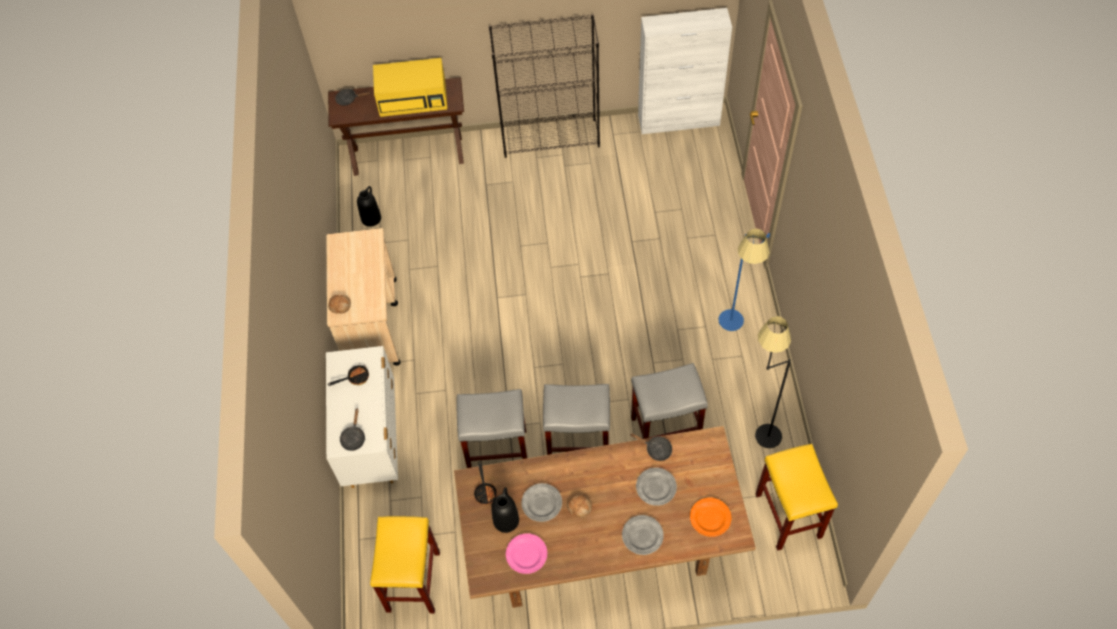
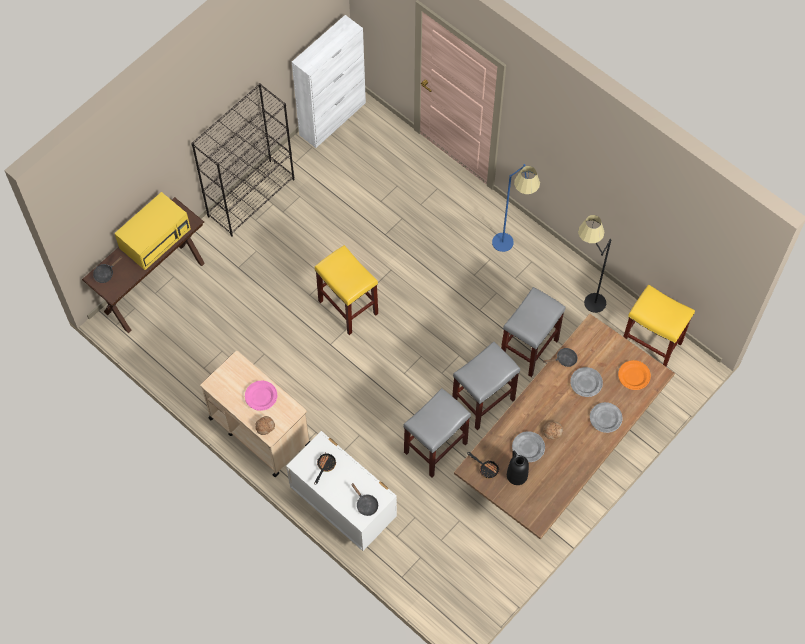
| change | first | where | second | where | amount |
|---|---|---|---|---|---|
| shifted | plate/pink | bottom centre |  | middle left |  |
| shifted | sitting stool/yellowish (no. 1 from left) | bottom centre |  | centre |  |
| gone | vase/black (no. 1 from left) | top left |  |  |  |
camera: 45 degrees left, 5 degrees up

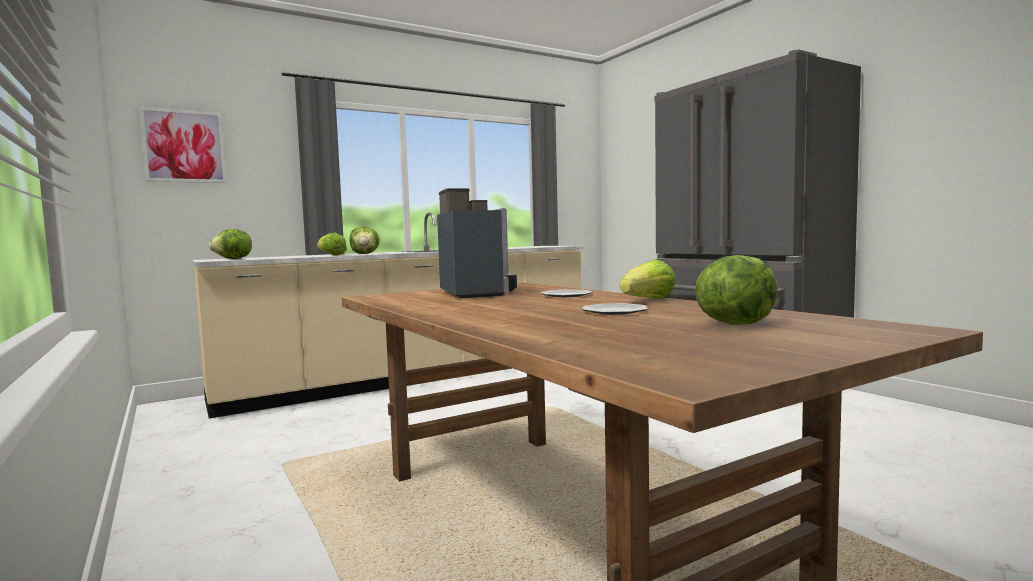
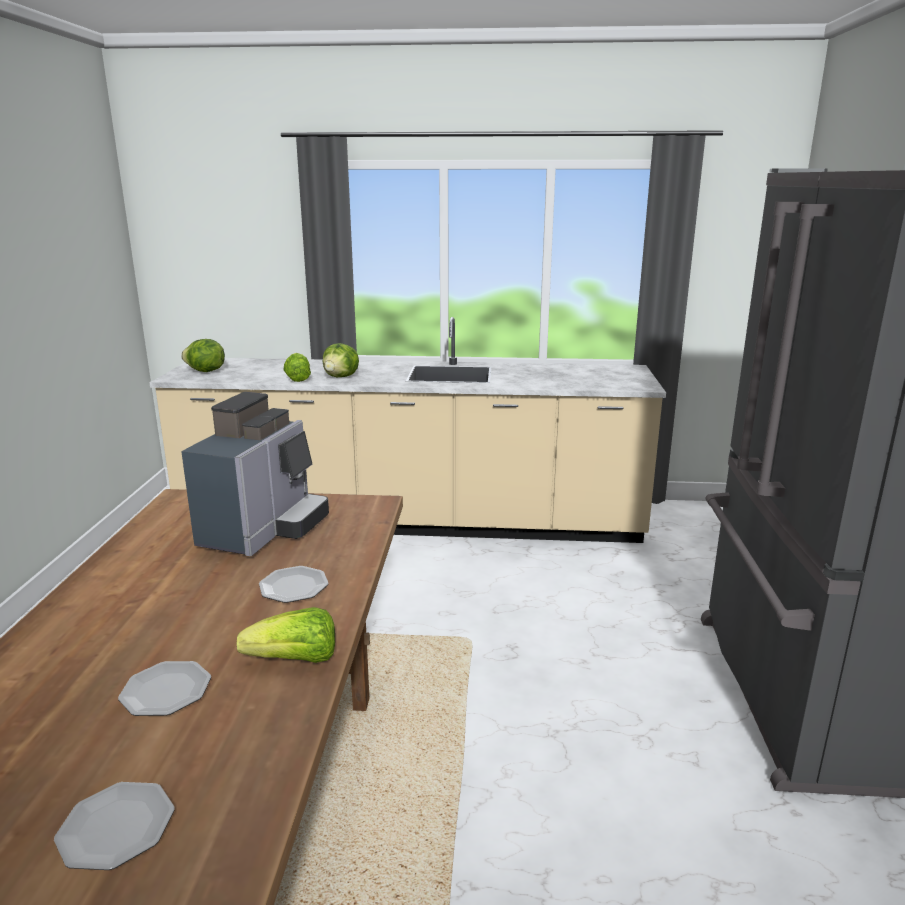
| change | first | where | second | where | amount |
|---|---|---|---|---|---|
| swapped | head of lettuce (no. 5 from left) | middle right | plate (no. 1 from left) | bottom left |  |
| gone | wall art | top left |  |  |  |
camera: 35 degrees right, 15 degrees up

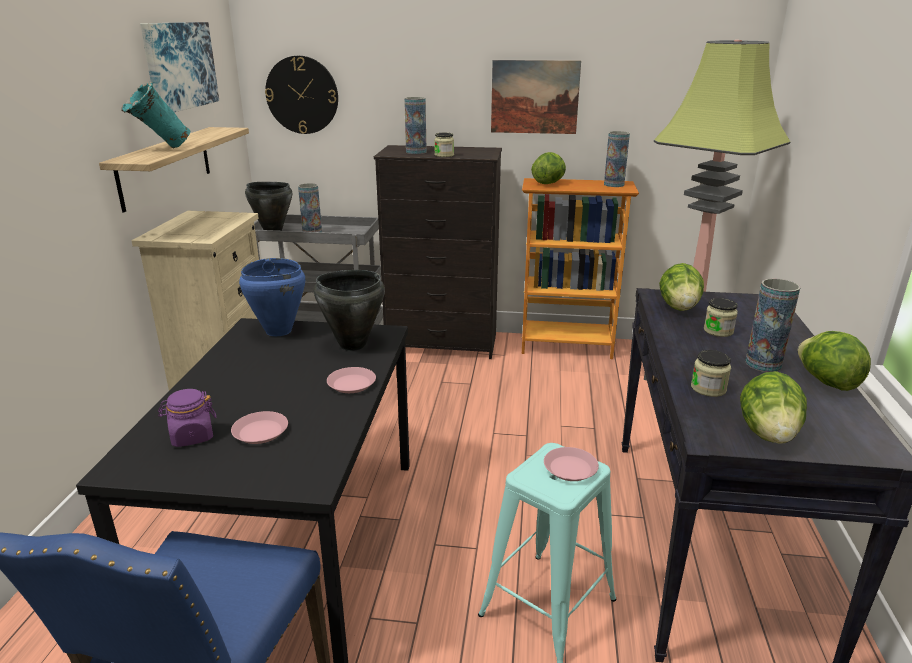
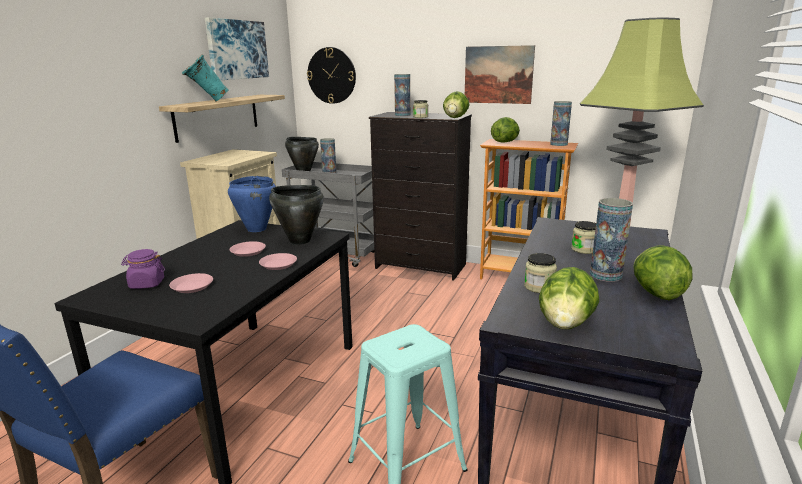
| change | first | where | second | where | amount |
|---|---|---|---|---|---|
| shifted | plate/pink (no. 3 from left in the first image) | bottom centre | plate/pink (no. 2 from left) | middle left |  |
| shifted | head of lettuce (no. 2 from left in the first image) | middle right | head of lettuce (no. 1 from left) | top centre |  |
camera: 15 degrees right, 5 degrees down

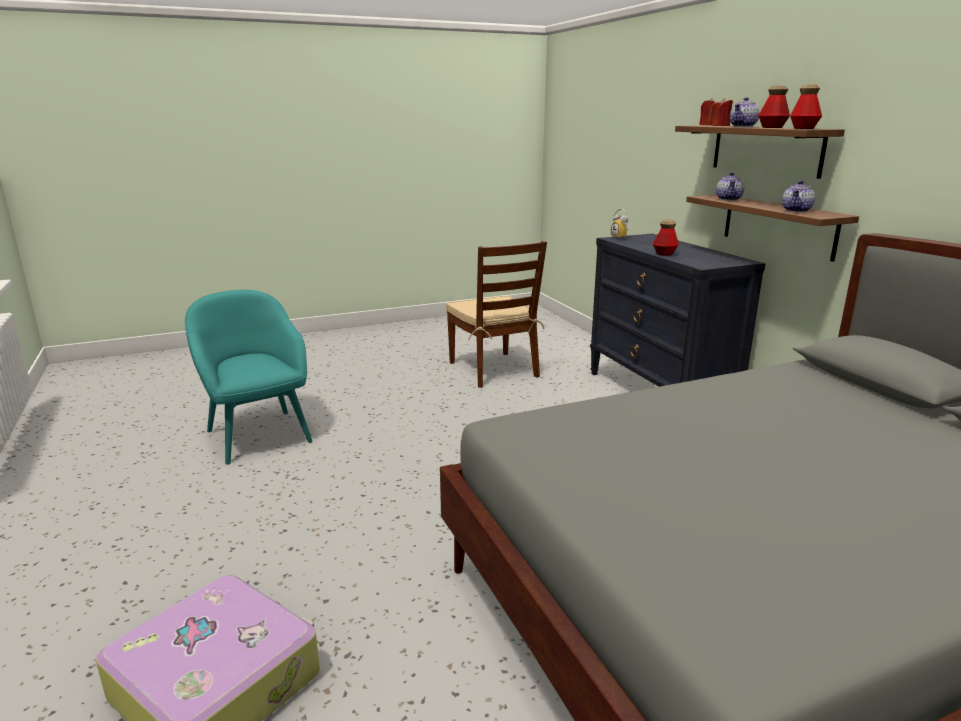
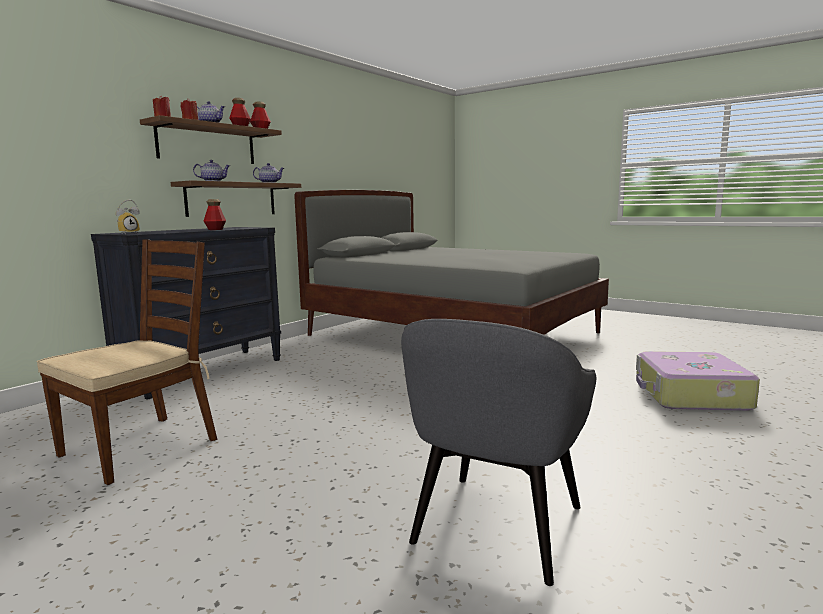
| change | first | where | second | where | amount |
|---|---|---|---|---|---|
| repainted | easy chair/turquoise | middle left | easy chair/grey | bottom centre |  |
camera: 120 degrees left, 10 degrees down

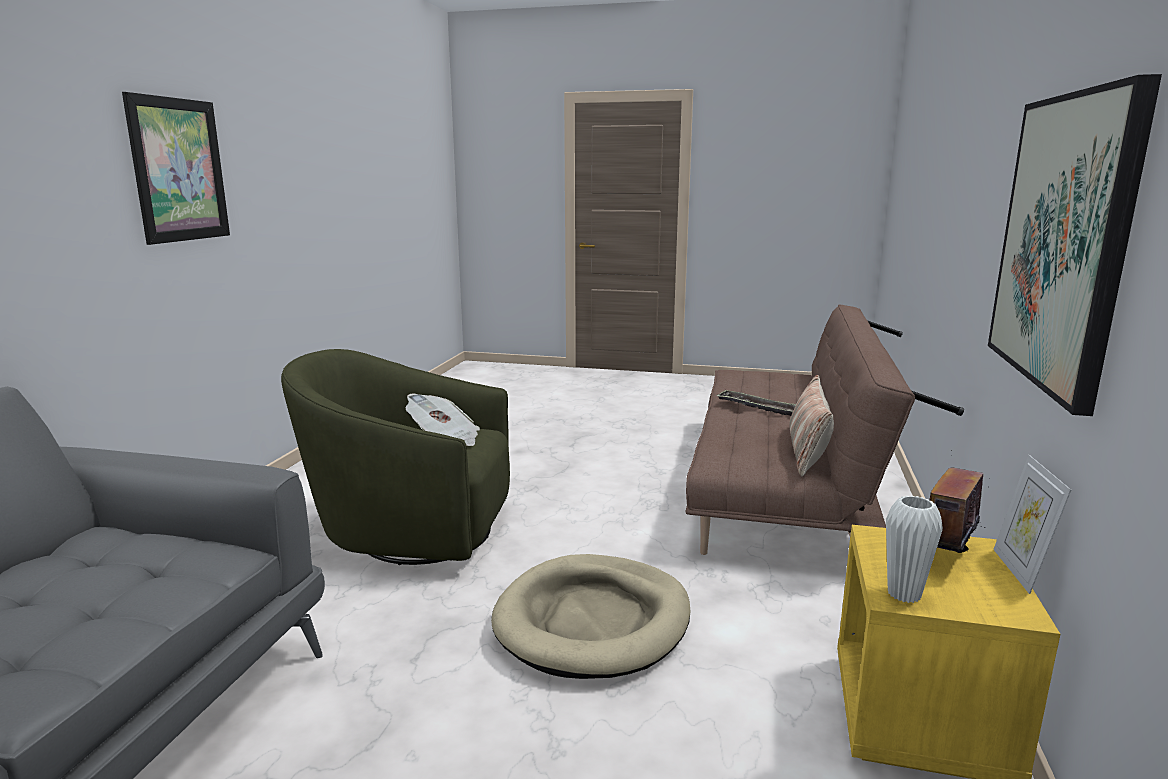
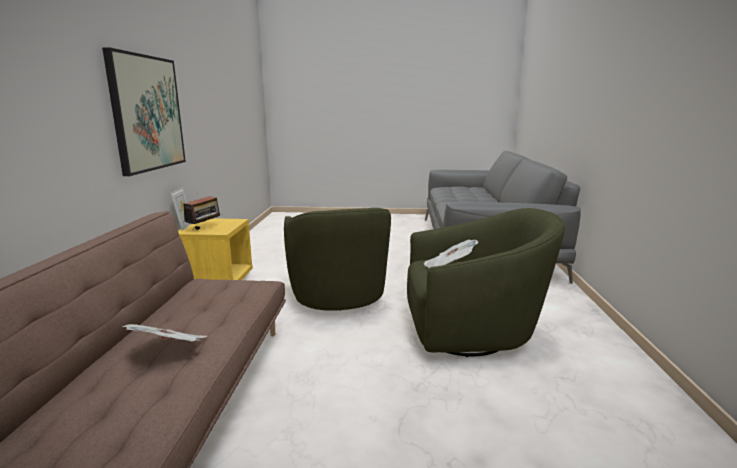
| change | first | where | second | where | amount |
|---|---|---|---|---|---|
| swapped | carrying tray | centre | newspaper (no. 1 from left) | bottom left |  |
| swapped | pet bed/sand-coloured | bottom centre | easy chair/greenish (no. 1 from left) | centre |  |
| gone | wall art (no. 1 from left) | top left |  |  |  |
| gone | cushion | middle right |  |  |  |
| gone | vase/whitish | bottom right |  |  |  |
camera: 170 degrees right, 0 degrees up

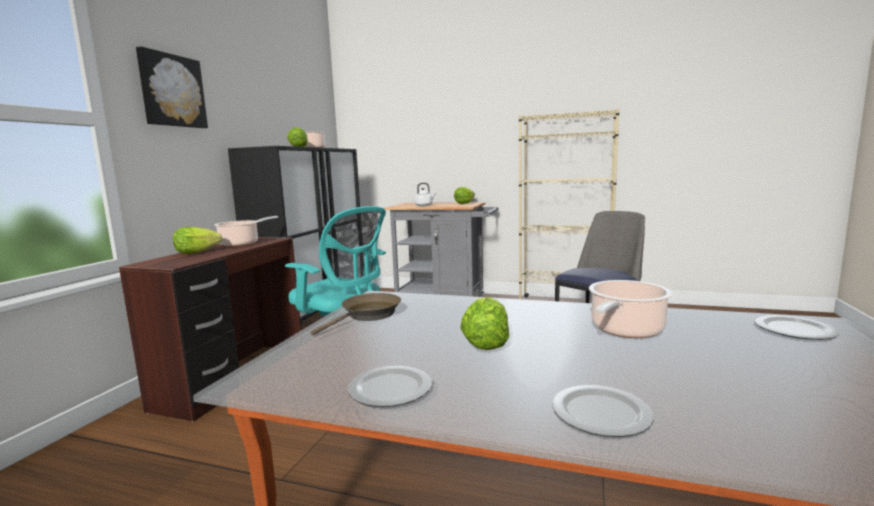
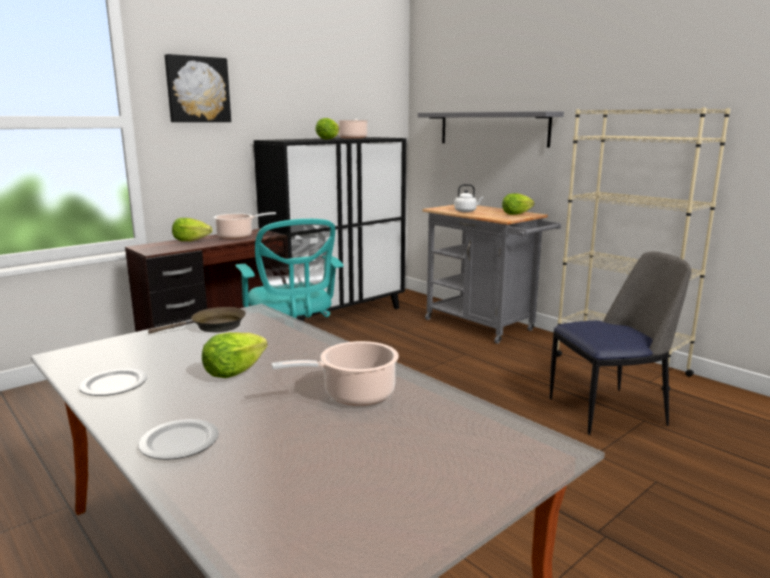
| change | first | where | second | where | amount |
|---|---|---|---|---|---|
| new |  |  | bracket shelf/grey | top centre |  |
| gone | plate (no. 3 from left) | middle right |  |  |  |
camera: 30 degrees right, 5 degrees up

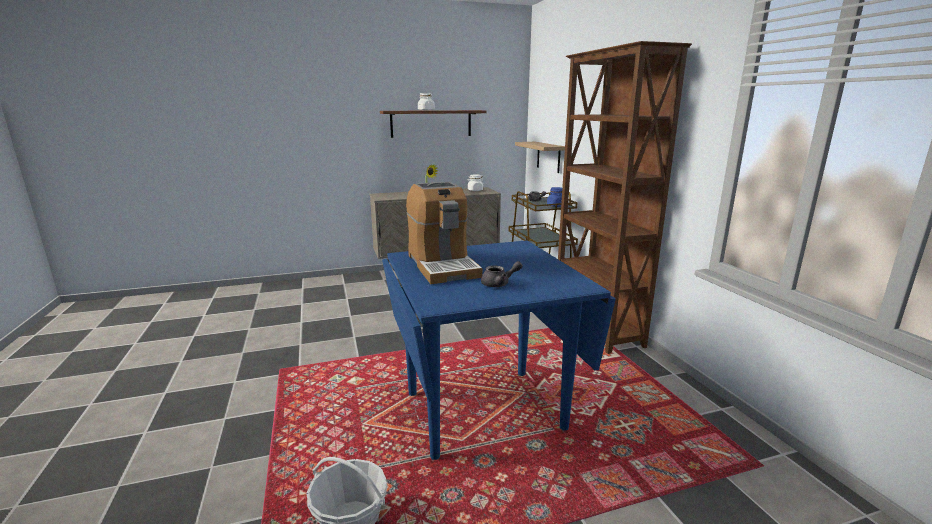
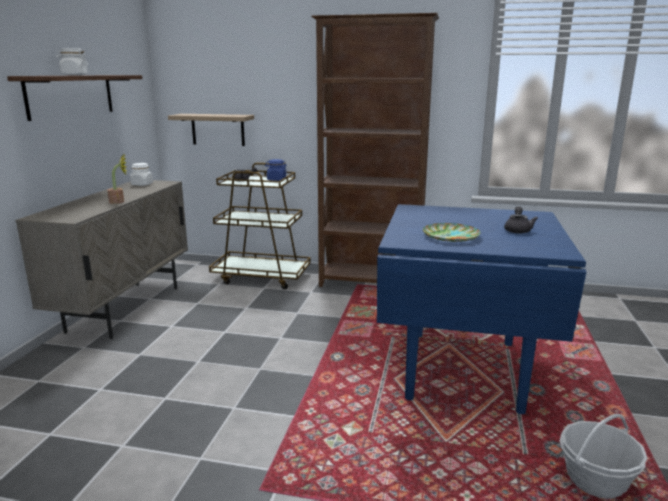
| change | first | where | second | where | amount |
|---|---|---|---|---|---|
| swapped | coffee maker | centre | plate | middle right |  |
camera: 60 degrees left, 0 degrees up

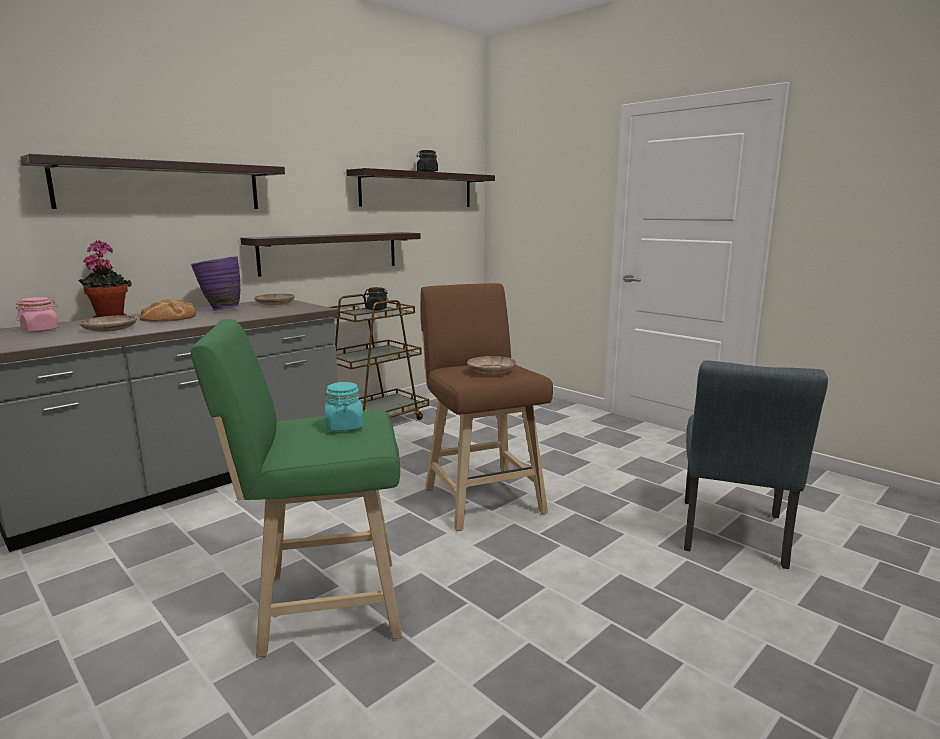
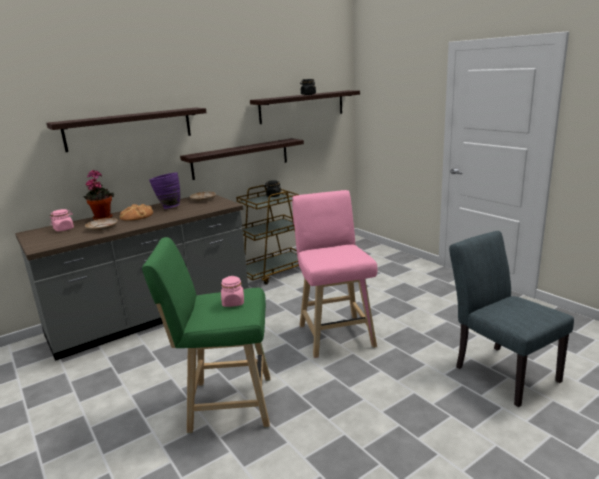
| change | first | where | second | where | amount |
|---|---|---|---|---|---|
| repainted | preserve jar/turquoise | centre | preserve jar/pink (no. 2 from left) | centre |  |
| repainted | sitting stool/brown | centre | sitting stool/pink | centre |  |
| rotated | upright chair/grey | middle right |  | middle right | 120 degrees clockwise |
| gone | plate/sand-coloured (no. 3 from left) | centre |  |  |  |
camera: 10 degrees right, 5 degrees up

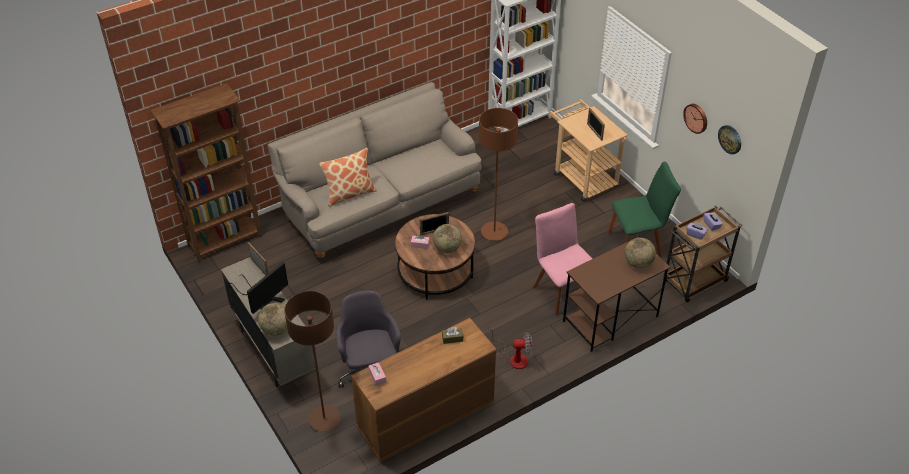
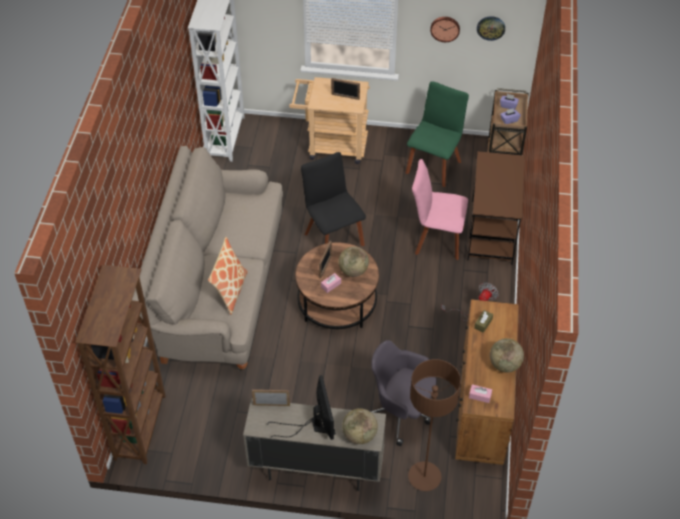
| change | first | where | second | where | amount |
|---|---|---|---|---|---|
| swapped | standing lamp/brown (no. 2 from left) | centre | upright chair/black | centre |  |
| shifted | globe (no. 3 from left) | middle right |  | bottom right |  |
camera: 50 degrees left, 5 degrees up

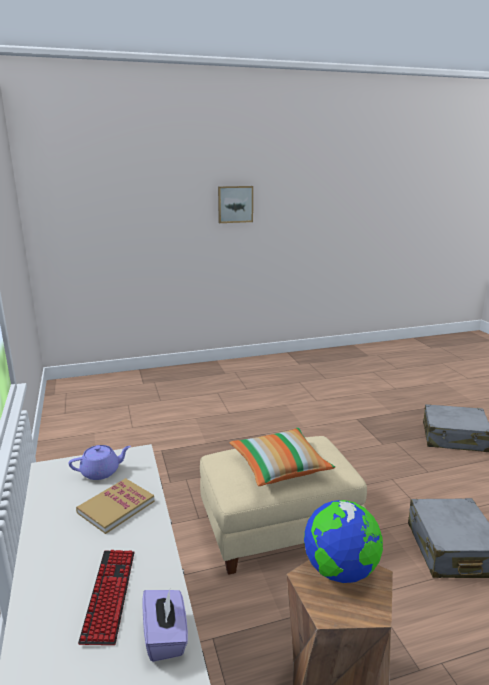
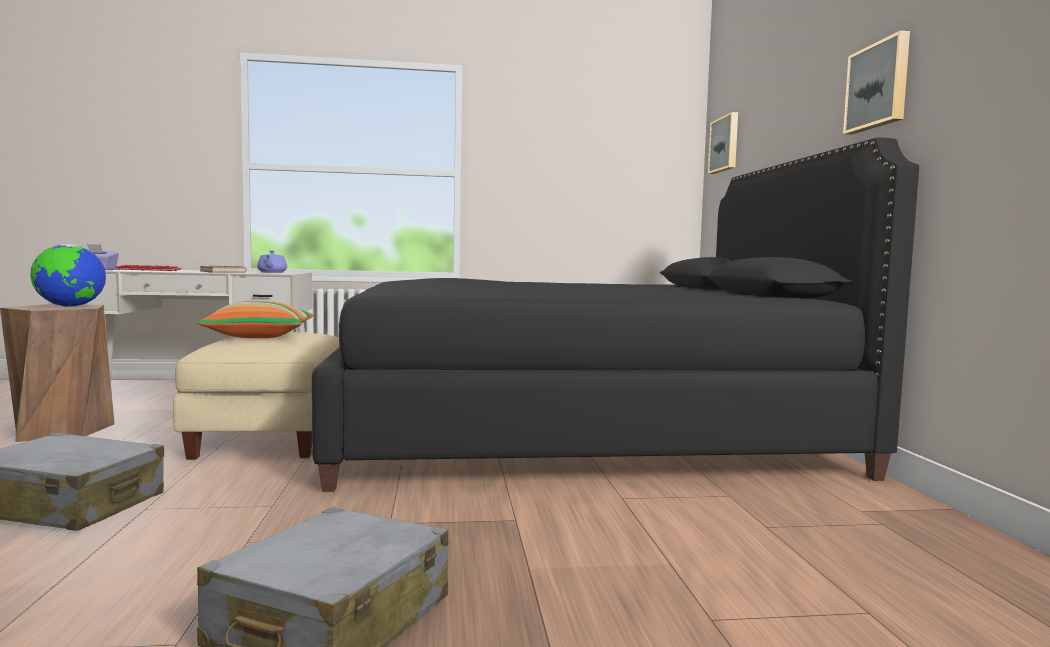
| change | first | where | second | where | amount |
|---|---|---|---|---|---|
| new |  |  | bedroom bed/black | centre |  |
| new |  |  | wall art (no. 1 from left) | top right |  |
camera: 100 degrees right, 15 degrees down

